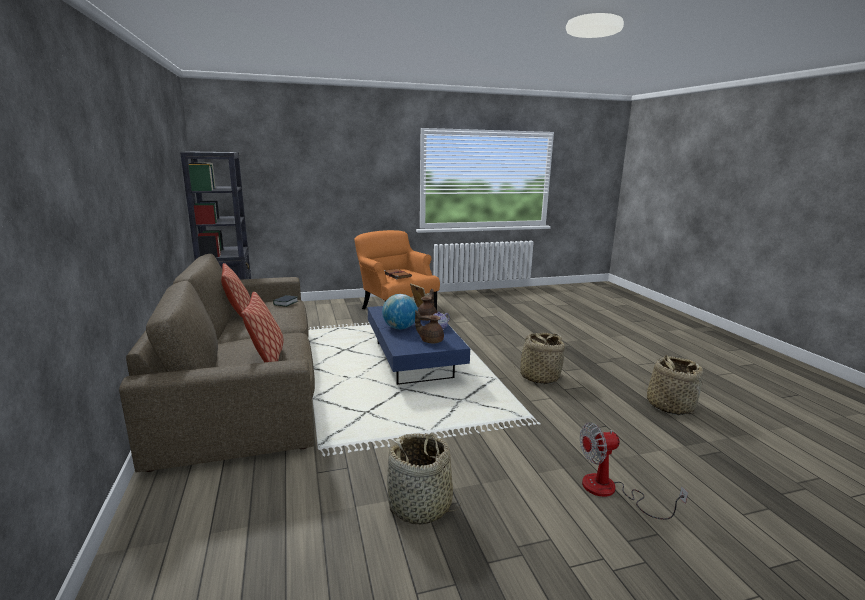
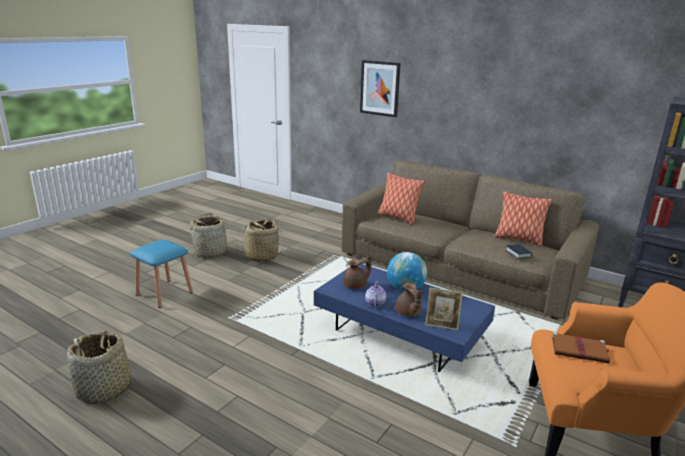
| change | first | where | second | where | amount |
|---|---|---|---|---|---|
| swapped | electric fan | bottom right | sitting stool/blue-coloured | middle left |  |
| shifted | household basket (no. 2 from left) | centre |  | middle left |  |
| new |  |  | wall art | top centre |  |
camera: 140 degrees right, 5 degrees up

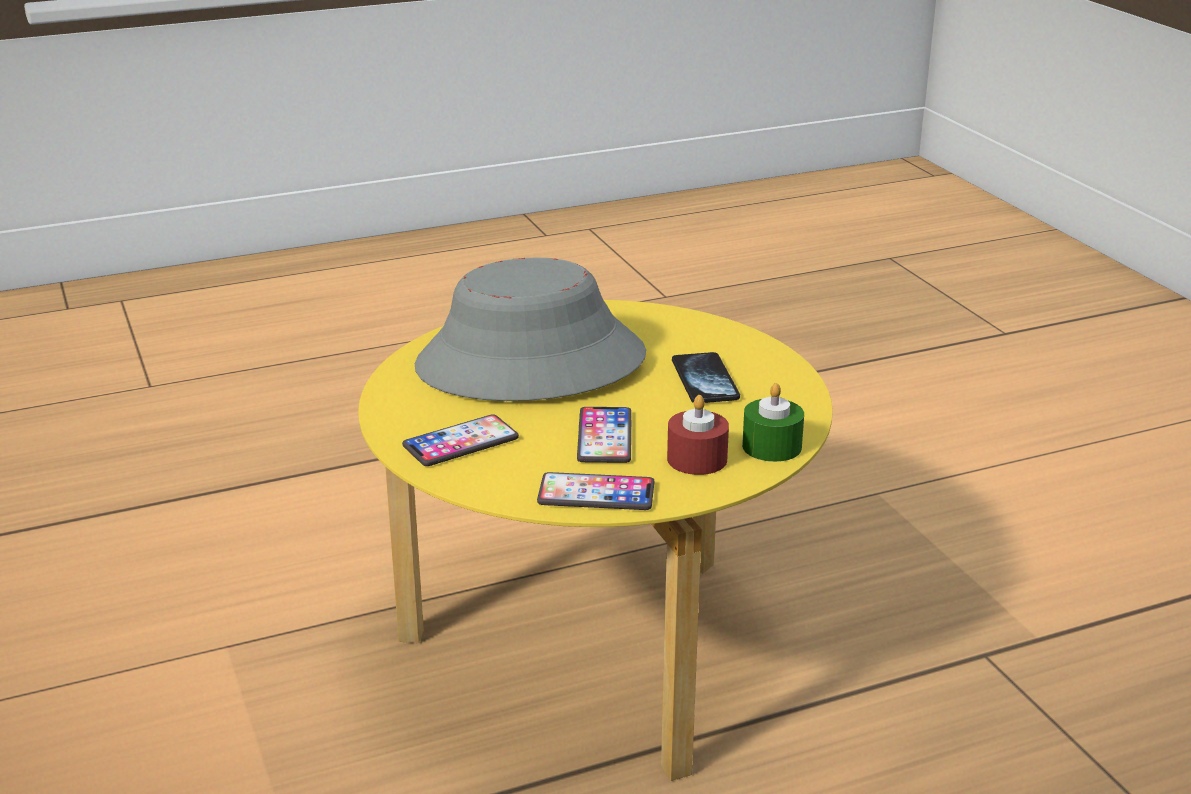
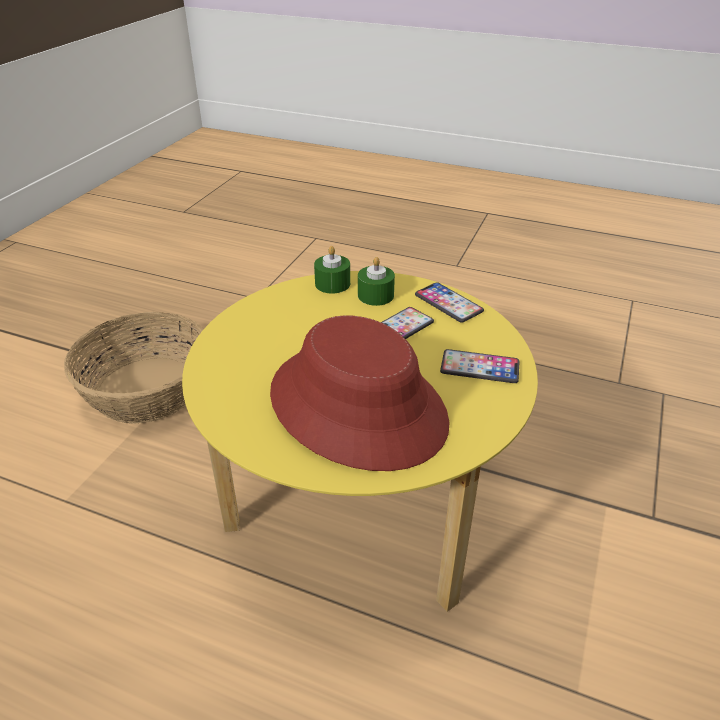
| change | first | where | second | where | amount |
|---|---|---|---|---|---|
| new |  |  | household basket | middle left |  |
| repainted | clothing hat/grey | centre | clothing hat/red | centre |  |
| repainted | candle/red | centre | candle/greenish (no. 2 from left) | centre |  |
| gone | phone (no. 4 from left) | centre |  |  |  |
camera: 135 degrees left, 10 degrees up

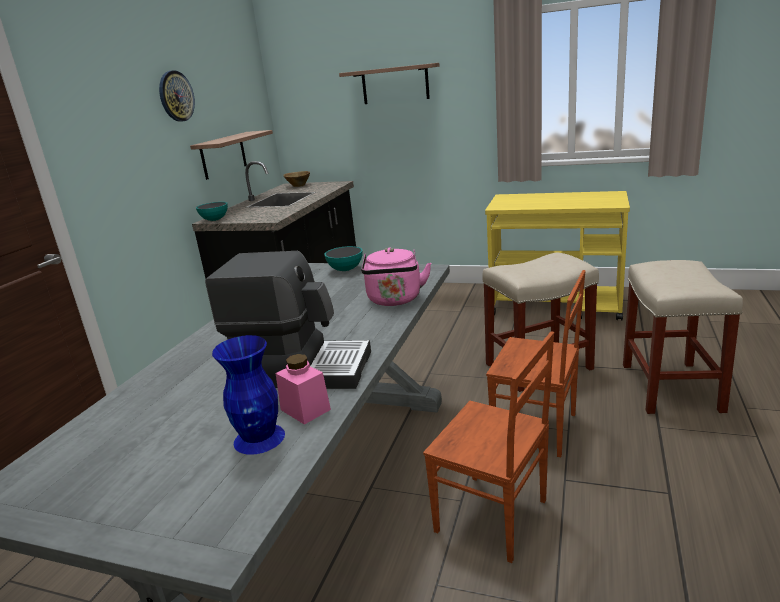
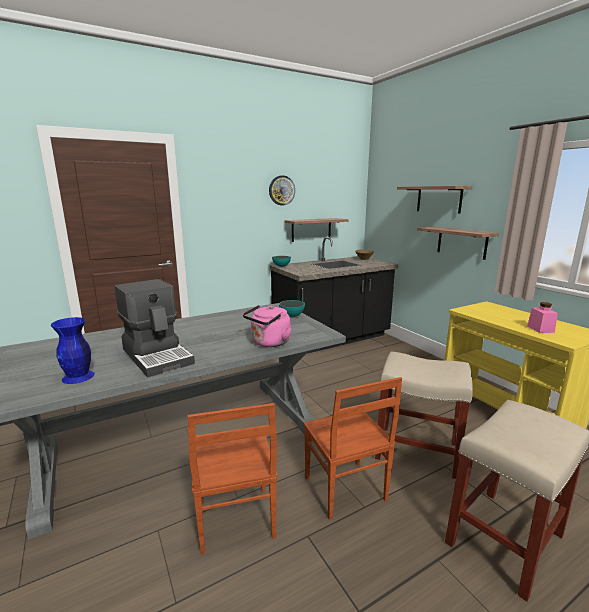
| change | first | where | second | where | amount |
|---|---|---|---|---|---|
| new |  |  | bracket shelf (no. 3 from left) | middle right |  |
| shifted | preserve jar/pink | centre |  | middle right |  |
camera: 40 degrees right, 5 degrees down

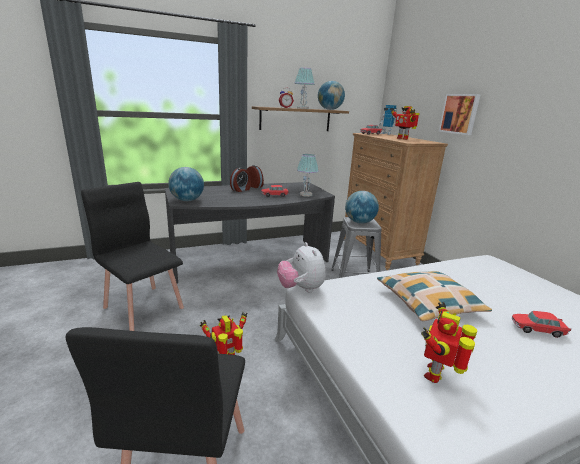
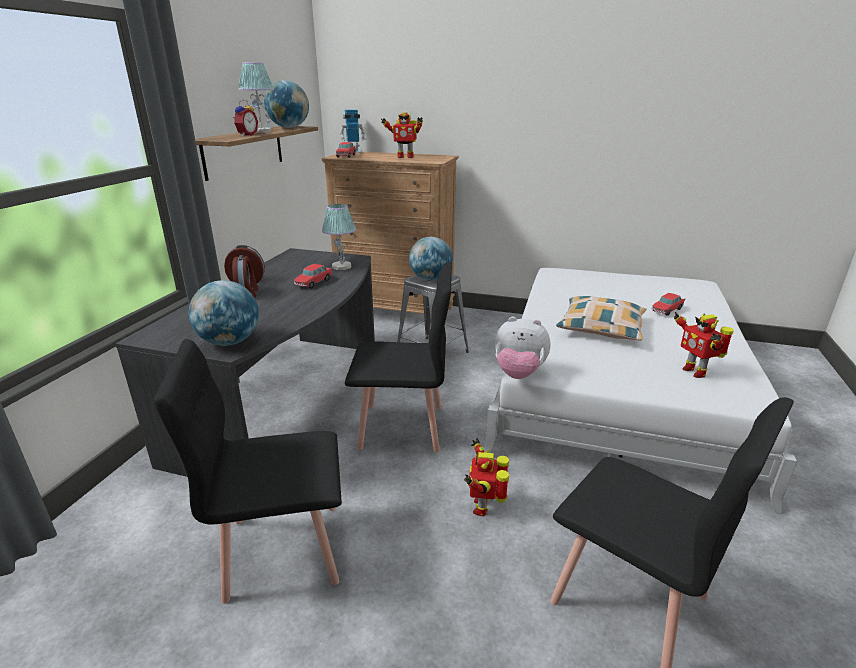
| change | first | where | second | where | amount |
|---|---|---|---|---|---|
| new |  |  | upright chair/black (no. 2 from left) | centre |  |
| gone | wall art | top right |  |  |  |
camera: 50 degrees left, 5 degrees up

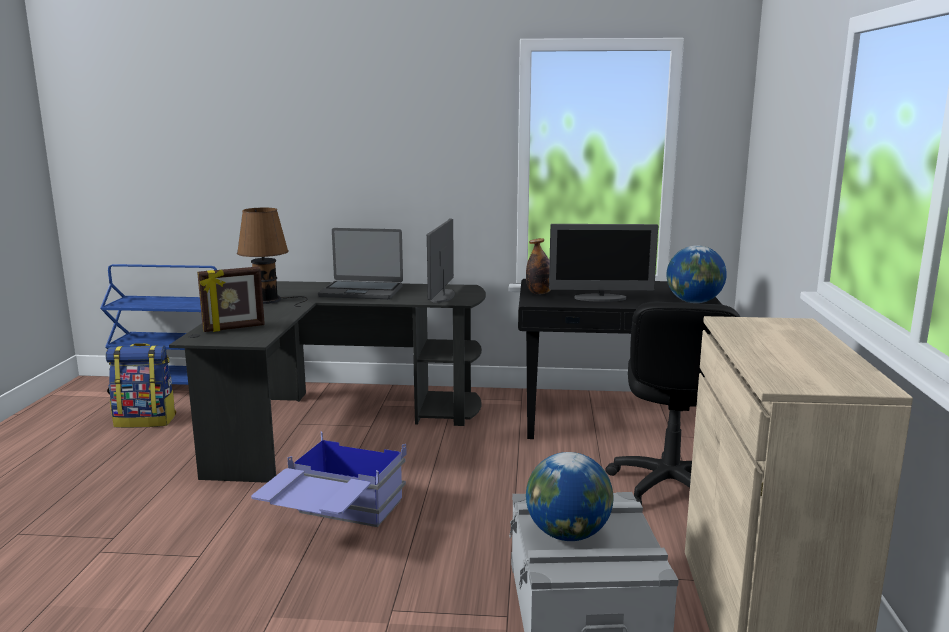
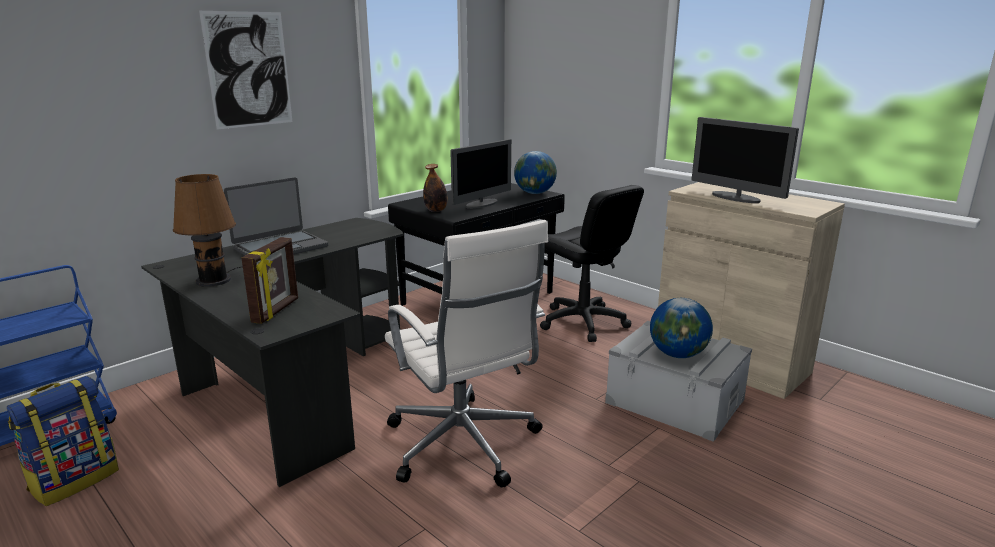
| change | first | where | second | where | amount |
|---|---|---|---|---|---|
| new |  |  | wall art | top left |  |
| swapped | storage box/blue-coloured | bottom centre | desk chair/whitish | centre |  |
| shifted | computer display (no. 1 from left in the first image) | centre | computer display (no. 2 from left) | top right |  |
camera: 50 degrees left, 5 degrees up

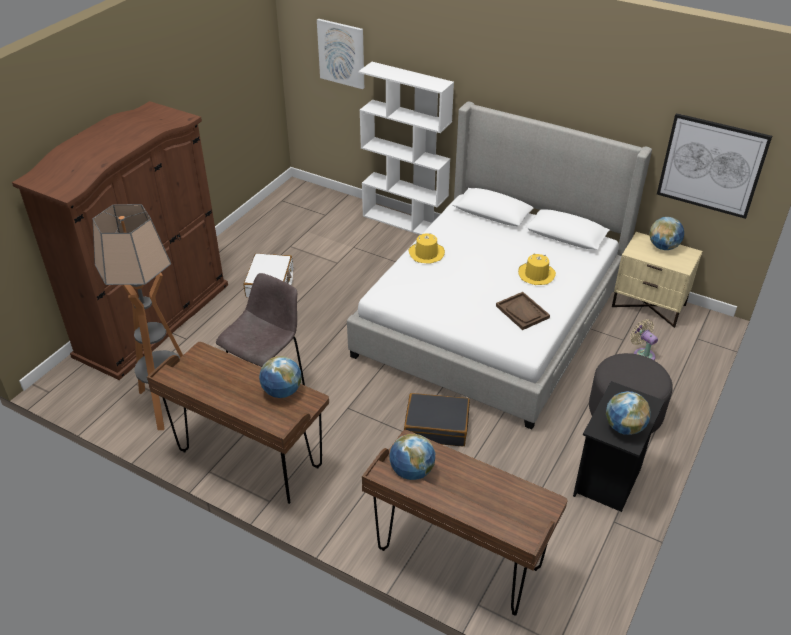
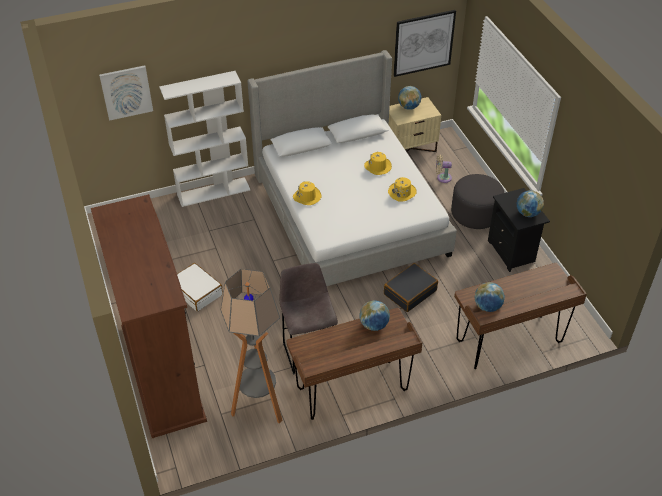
| change | first | where | second | where | amount |
|---|---|---|---|---|---|
| swapped | carrying tray/brown | centre | clothing hat/yellowish (no. 3 from left) | centre |  |
camera: 50 degrees left, 5 degrees up

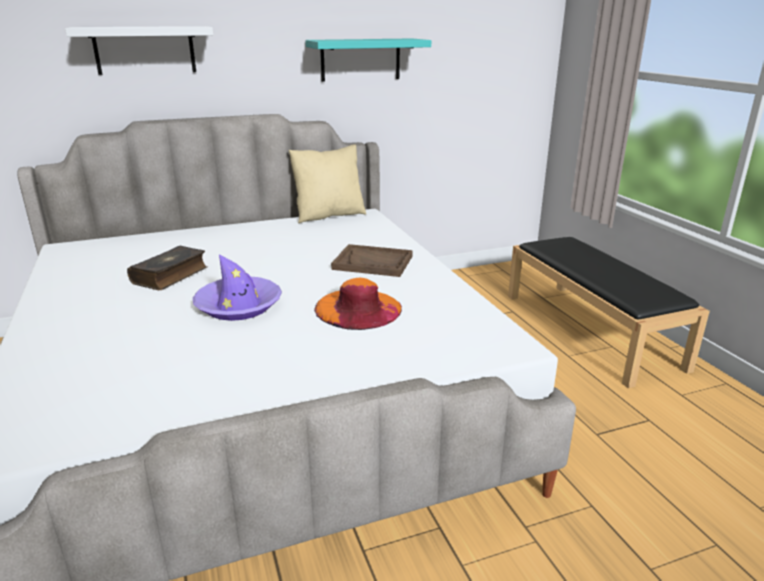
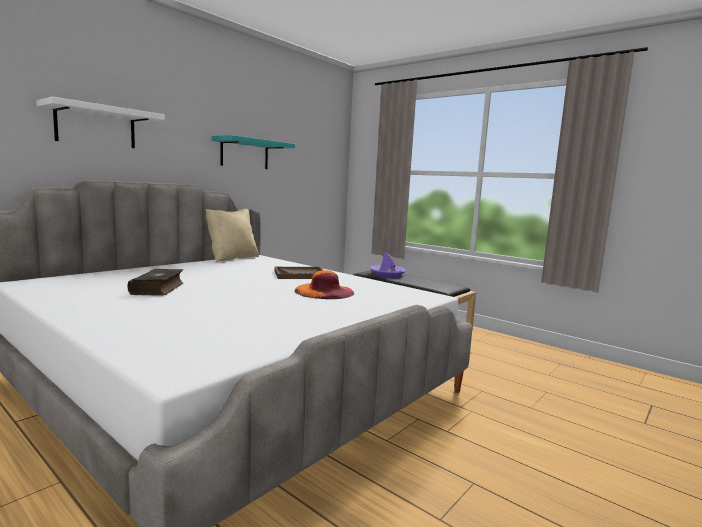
| change | first | where | second | where | amount |
|---|---|---|---|---|---|
| shifted | clothing hat/purplish | middle left |  | centre |  |
camera: 30 degrees left, 15 degrees down

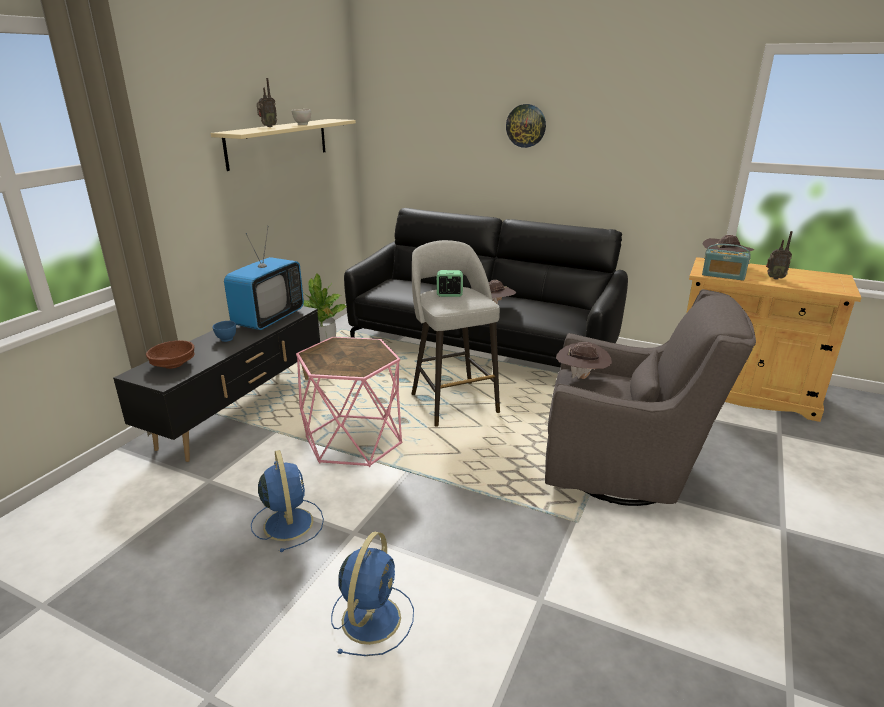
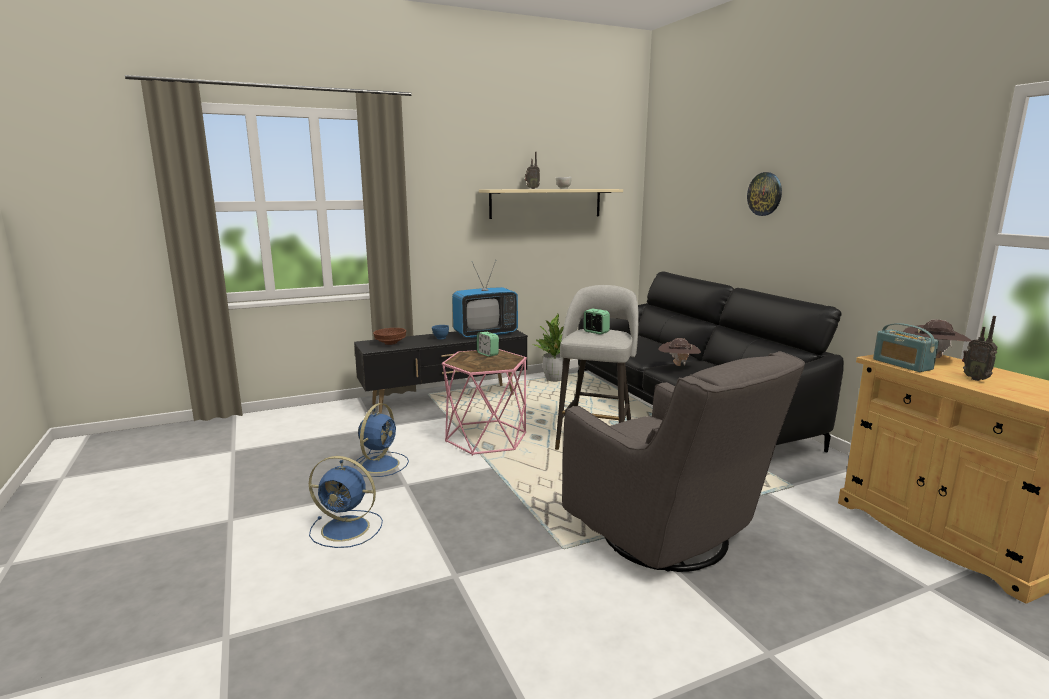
| change | first | where | second | where | amount |
|---|---|---|---|---|---|
| rotated | electric fan/blue-coloured (no. 2 from left in the first image) | bottom centre | electric fan/blue-coloured (no. 1 from left) | bottom left | 45 degrees clockwise |
| new |  |  | table clock (no. 1 from left) | centre |  |
| gone | clothing hat/brown (no. 2 from left) | centre |  |  |  |
camera: 40 degrees right, 10 degrees down

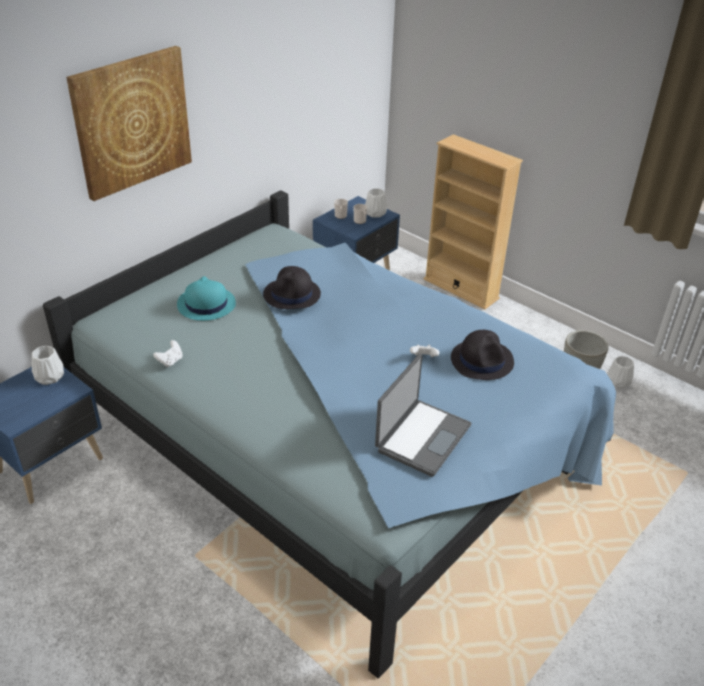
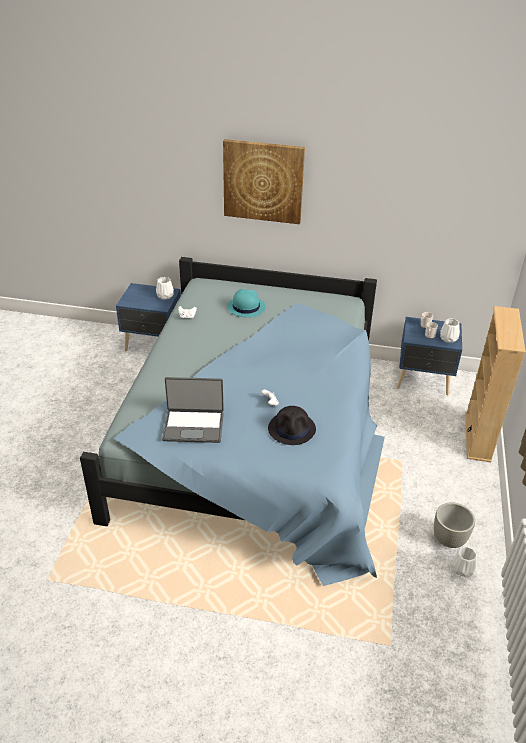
| change | first | where | second | where | amount |
|---|---|---|---|---|---|
| gone | clothing hat/black (no. 1 from left) | centre |  |  |  |
camera: 60 degrees right, 0 degrees up

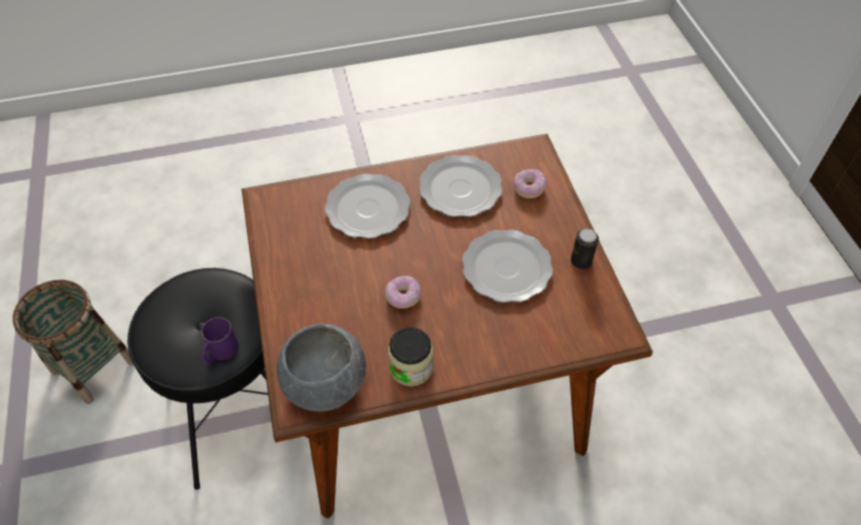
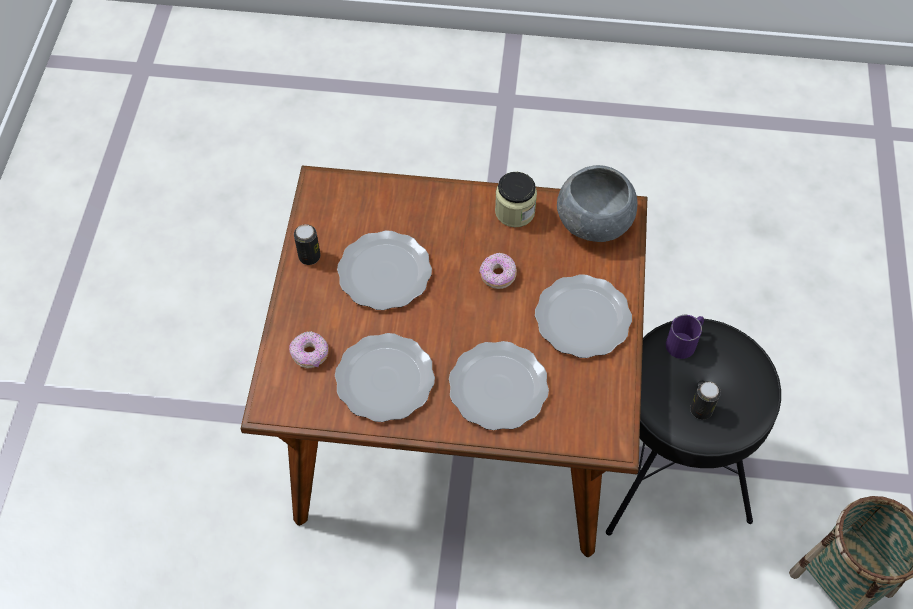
| change | first | where | second | where | amount |
|---|---|---|---|---|---|
| new |  |  | plate (no. 4 from left) | centre |  |
| new |  |  | sealed can (no. 2 from left) | middle right |  |
camera: 160 degrees left, 5 degrees up

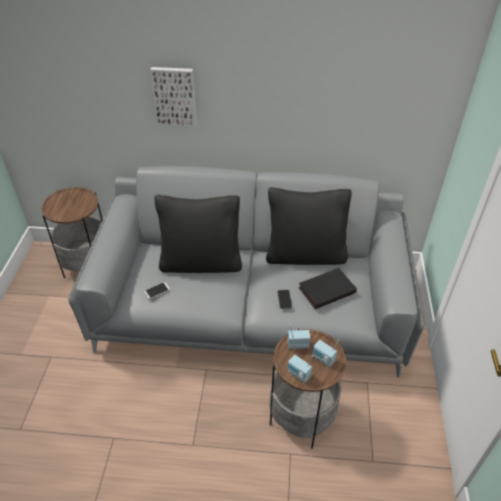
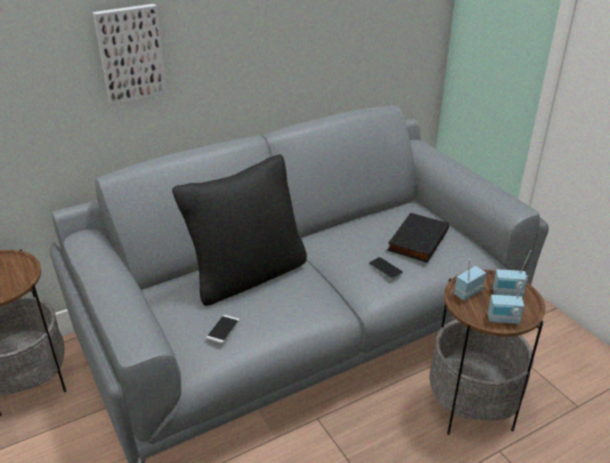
| change | first | where | second | where | amount |
|---|---|---|---|---|---|
| gone | cushion/black (no. 2 from left) | centre |  |  |  |
camera: 35 degrees left, 10 degrees down

